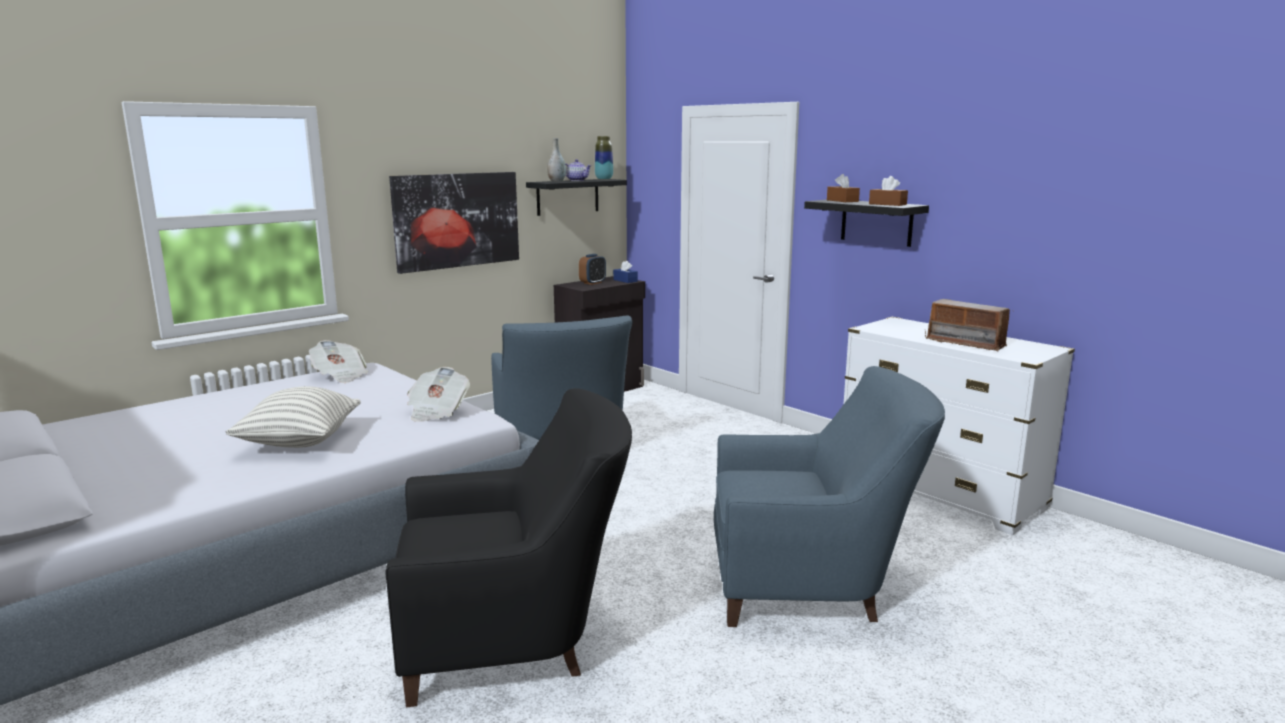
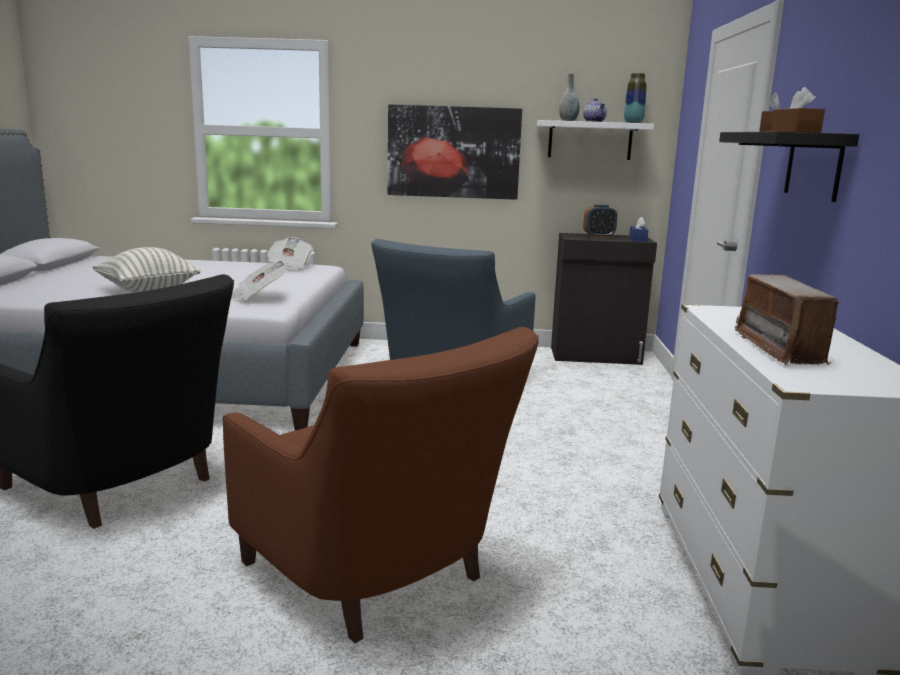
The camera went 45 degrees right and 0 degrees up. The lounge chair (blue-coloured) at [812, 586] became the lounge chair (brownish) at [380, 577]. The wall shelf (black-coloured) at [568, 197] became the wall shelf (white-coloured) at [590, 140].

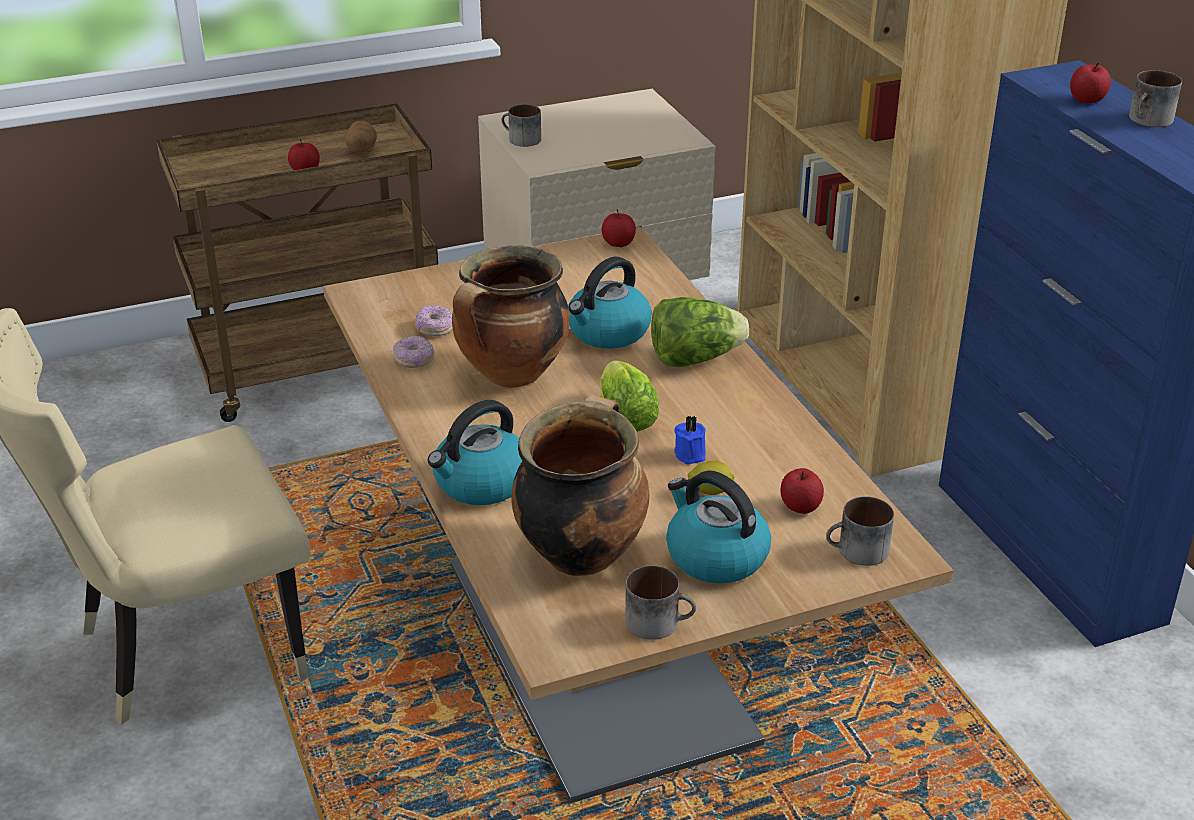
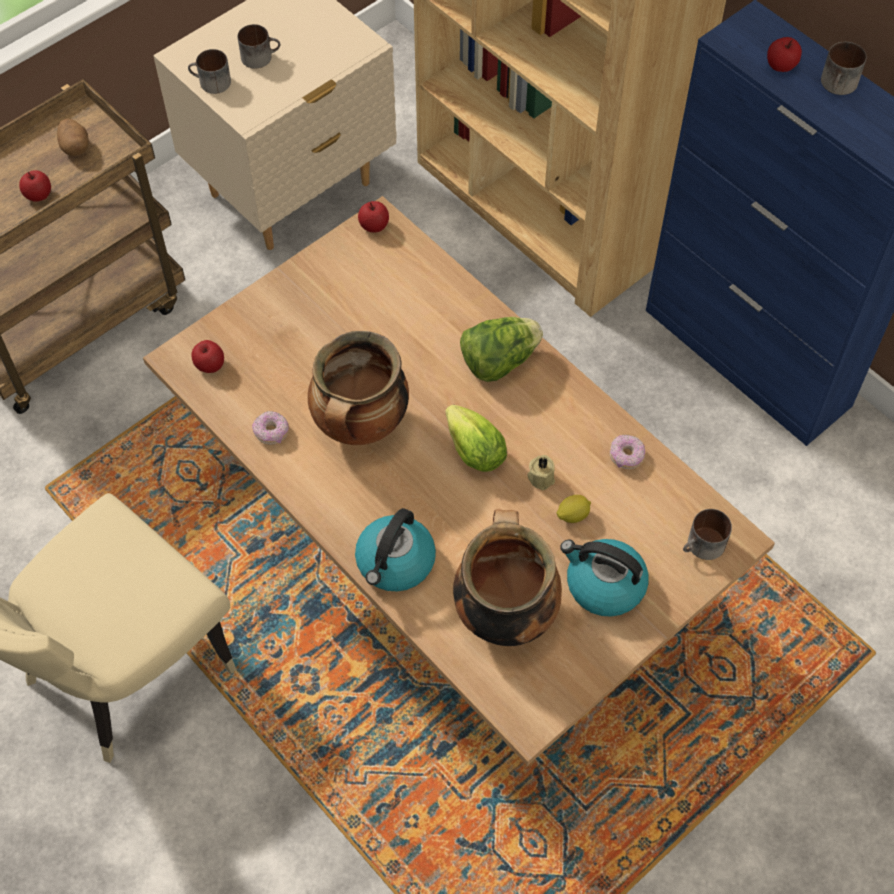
The camera went 20 degrees left and 25 degrees up. The apple fruit moved from [800, 507] to [210, 365]. The coffee mug moved from [659, 622] to [260, 56]. The wax candle (blue-coloured) at [691, 454] became the wax candle (beige-coloured) at [541, 477]. The ring doughnut moved from [434, 329] to [626, 456]. The kettle at [608, 332] disappeared.

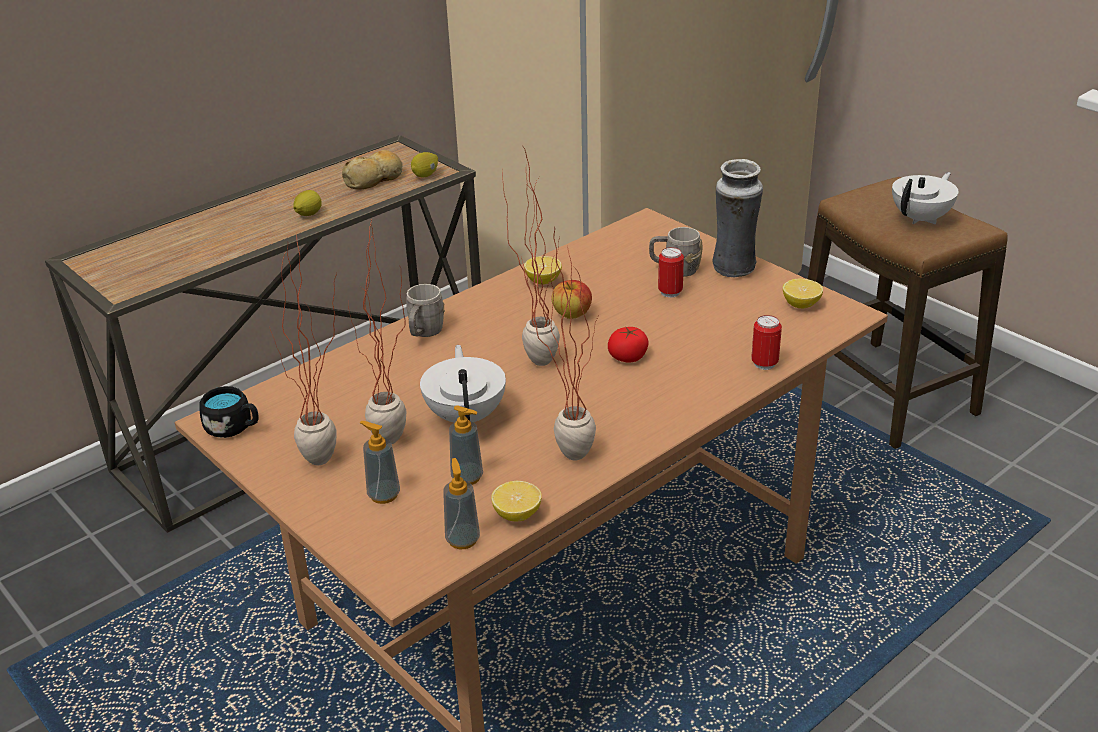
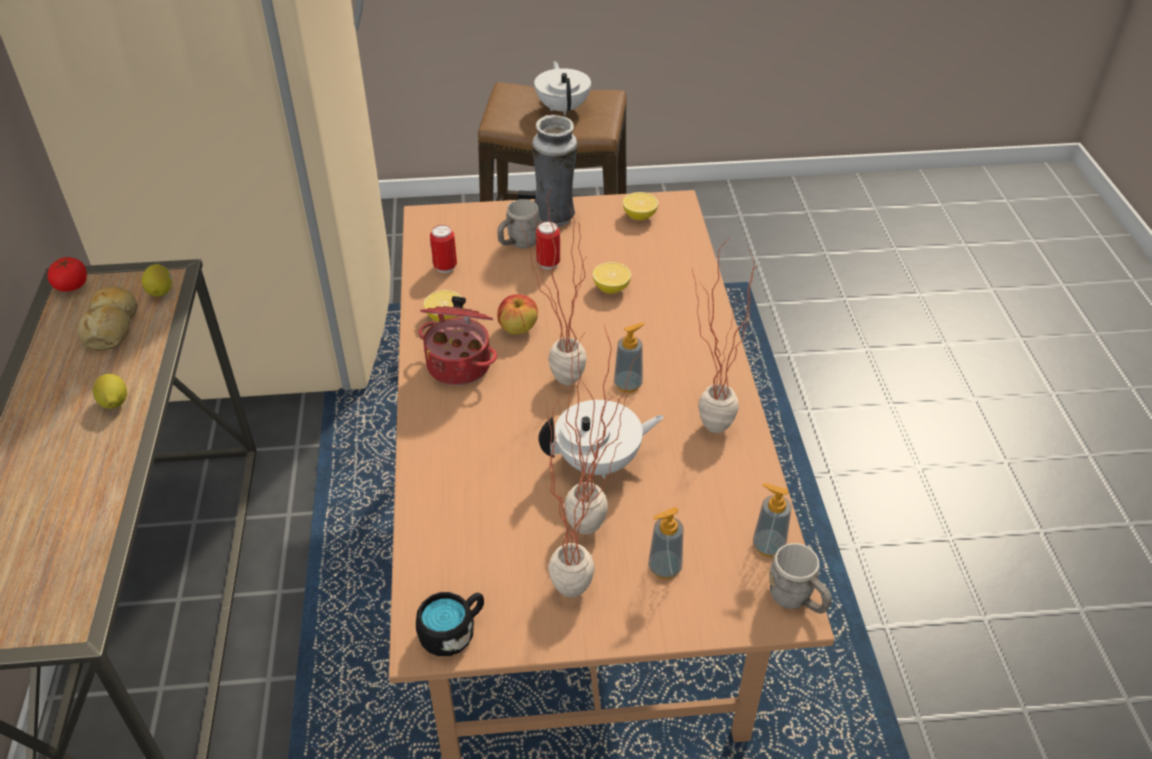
The camera went 55 degrees left and 10 degrees up. The tomato moved from [628, 356] to [72, 285]. The stockpot at [460, 364] appeared. The sealed can moved from [764, 364] to [445, 267]. The pot for tea (white-coloured) at [466, 416] turned 135 degrees clockwise. The lemon moved from [517, 514] to [611, 288]. The soap bottle moved from [467, 477] to [628, 384]. The coffee mug (grey) moved from [424, 333] to [796, 600].

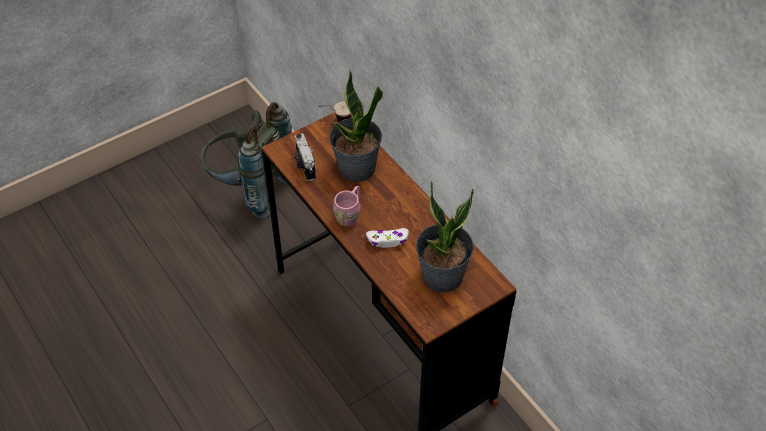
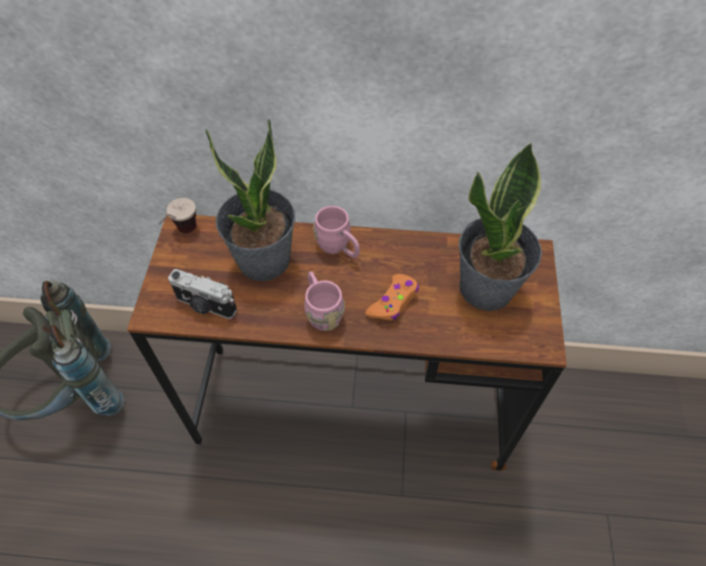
The camera went 50 degrees left and 5 degrees up. The coffee mug (pink-coloured) at [338, 248] appeared. The game controller (white-coloured) at [388, 240] became the game controller (orange-coloured) at [393, 302].

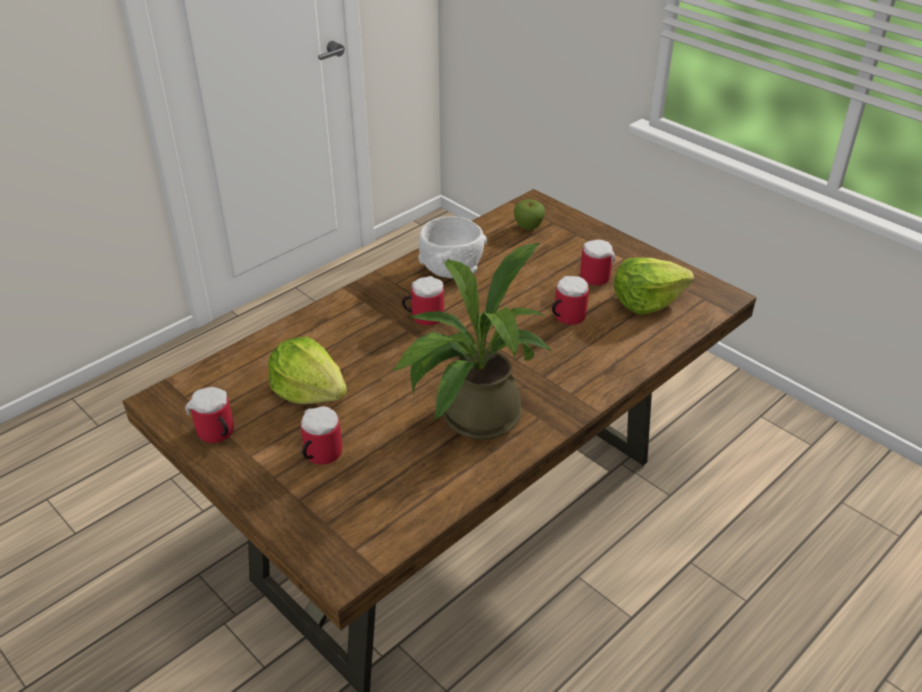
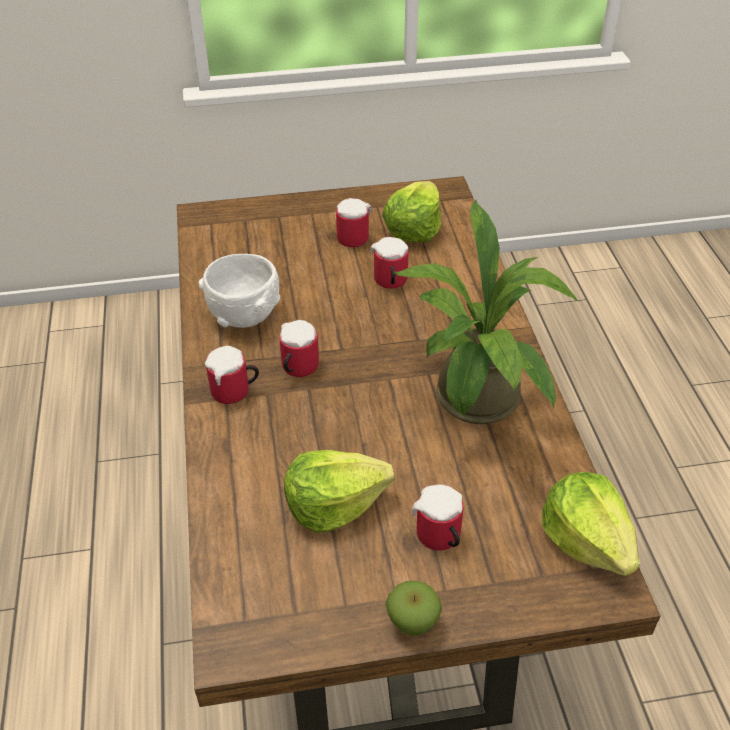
The camera went 55 degrees left and 5 degrees up. The coffee mug moved from [217, 435] to [235, 392]. The apple fruit moved from [528, 227] to [412, 623]. The head of lettuce at [587, 540] appeared.

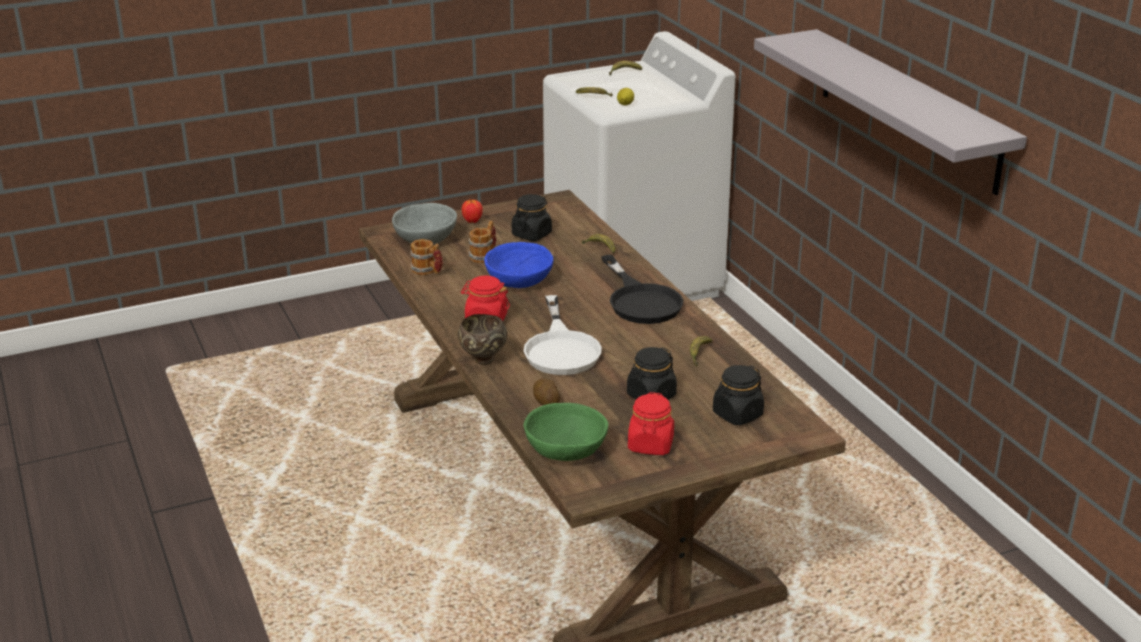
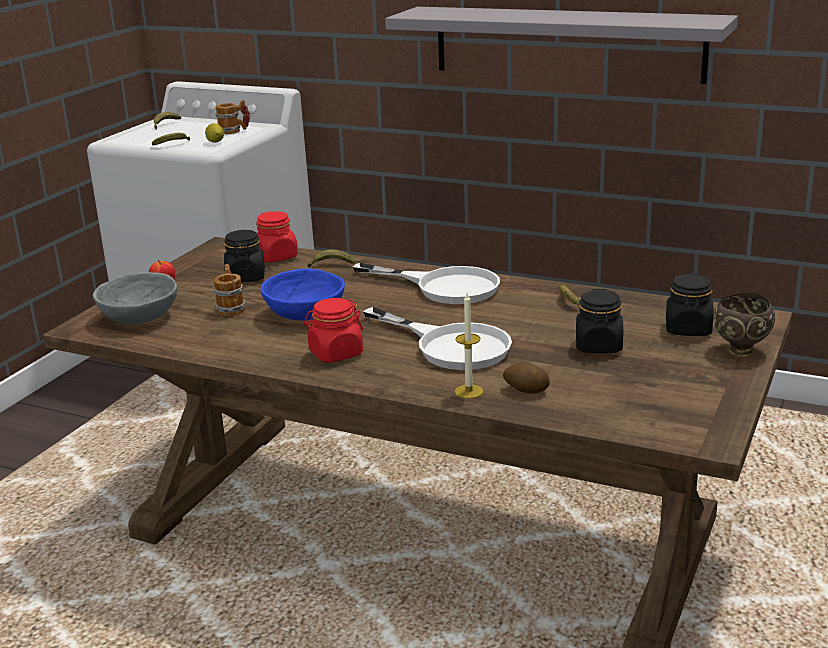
The camera went 40 degrees left and 5 degrees down. The coffee mug moved from [427, 271] to [234, 131]. The preserve jar (reddish) moved from [650, 445] to [276, 257]. The pan (black-coloured) at [640, 300] became the pan (white-coloured) at [444, 286]. The wax candle at [469, 391] appeared. The serving bowl (brownish) moved from [482, 360] to [740, 350]. The serving bowl (green-coloured) at [565, 450] disappeared.

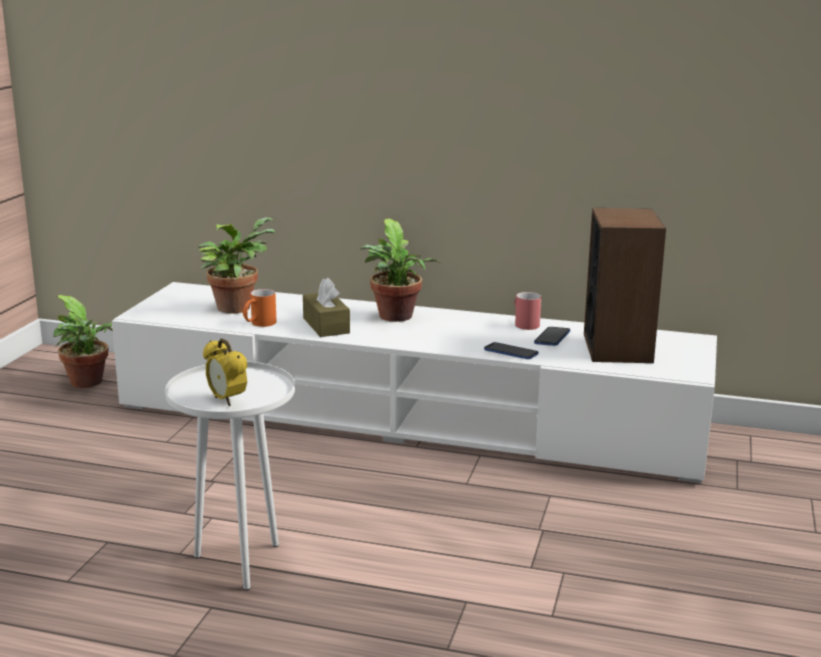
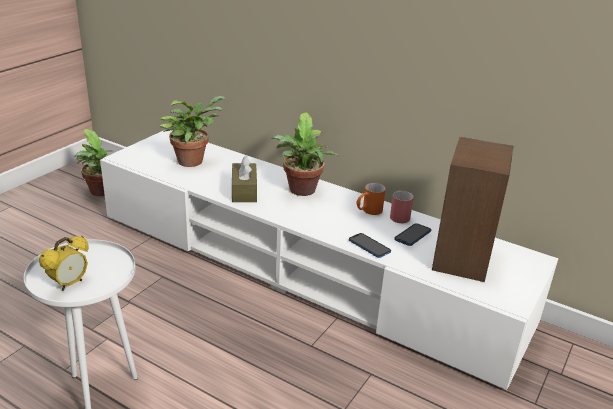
The camera went 15 degrees right and 10 degrees up. The table clock at [227, 400] turned 120 degrees counterclockwise. The coffee mug (orange-coloured) moved from [259, 324] to [368, 211].

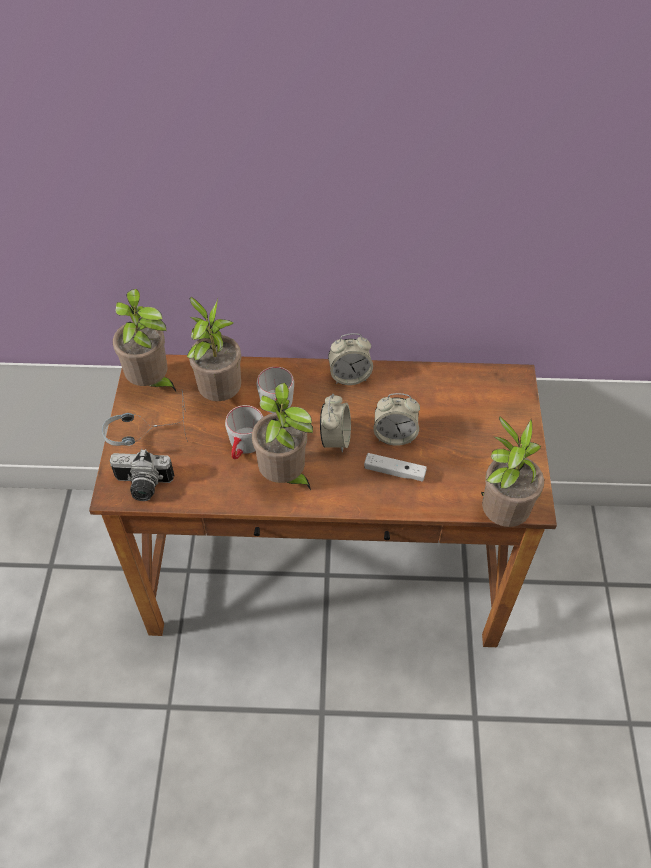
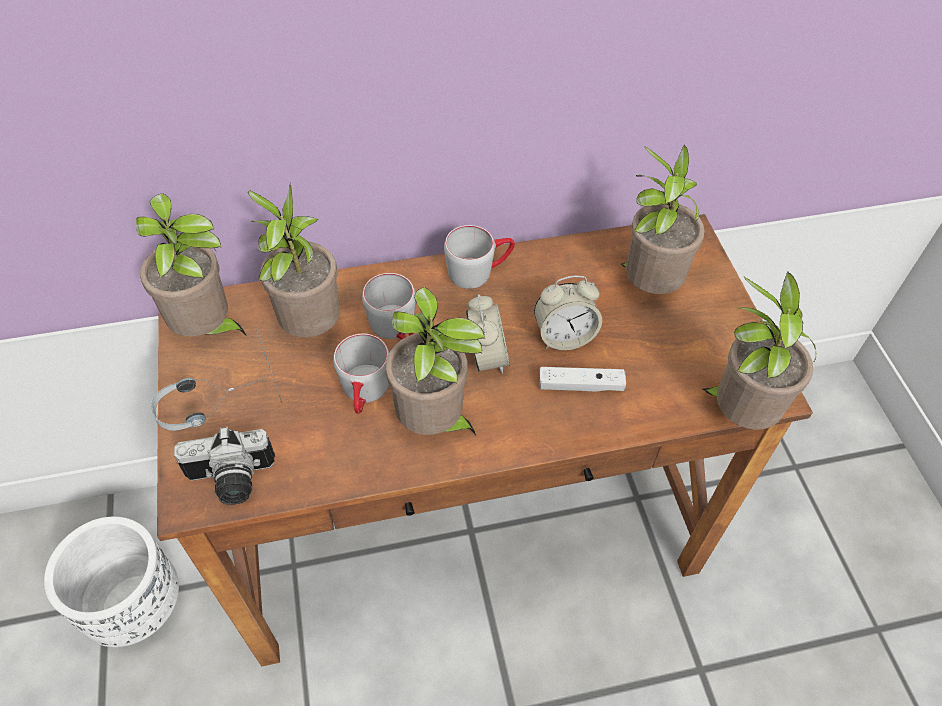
The camera went 15 degrees left and 0 degrees up. The planter (white-coloured) at [136, 605] appeared. The table clock at [349, 376] was replaced by the coffee mug (grey) at [479, 270]. The plant in a pot at [647, 286] appeared.

